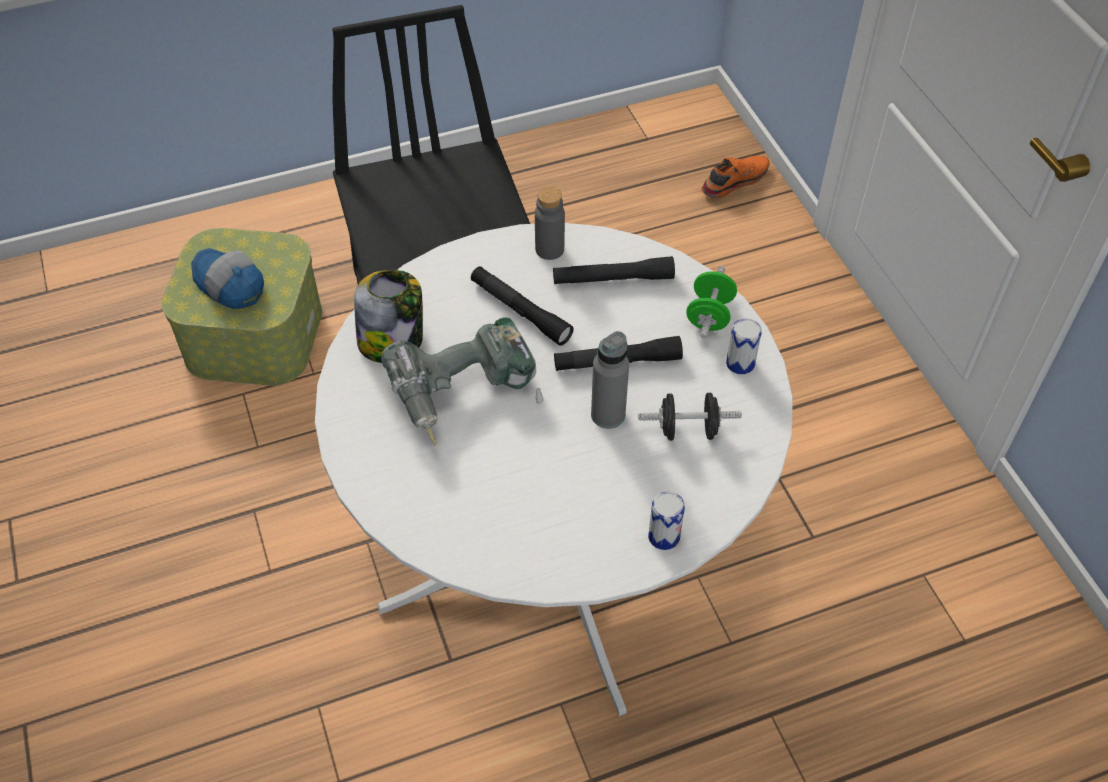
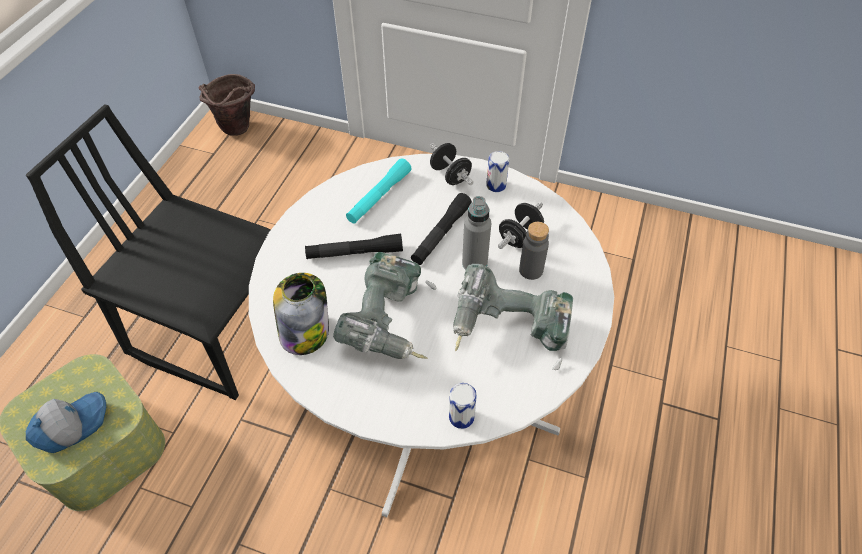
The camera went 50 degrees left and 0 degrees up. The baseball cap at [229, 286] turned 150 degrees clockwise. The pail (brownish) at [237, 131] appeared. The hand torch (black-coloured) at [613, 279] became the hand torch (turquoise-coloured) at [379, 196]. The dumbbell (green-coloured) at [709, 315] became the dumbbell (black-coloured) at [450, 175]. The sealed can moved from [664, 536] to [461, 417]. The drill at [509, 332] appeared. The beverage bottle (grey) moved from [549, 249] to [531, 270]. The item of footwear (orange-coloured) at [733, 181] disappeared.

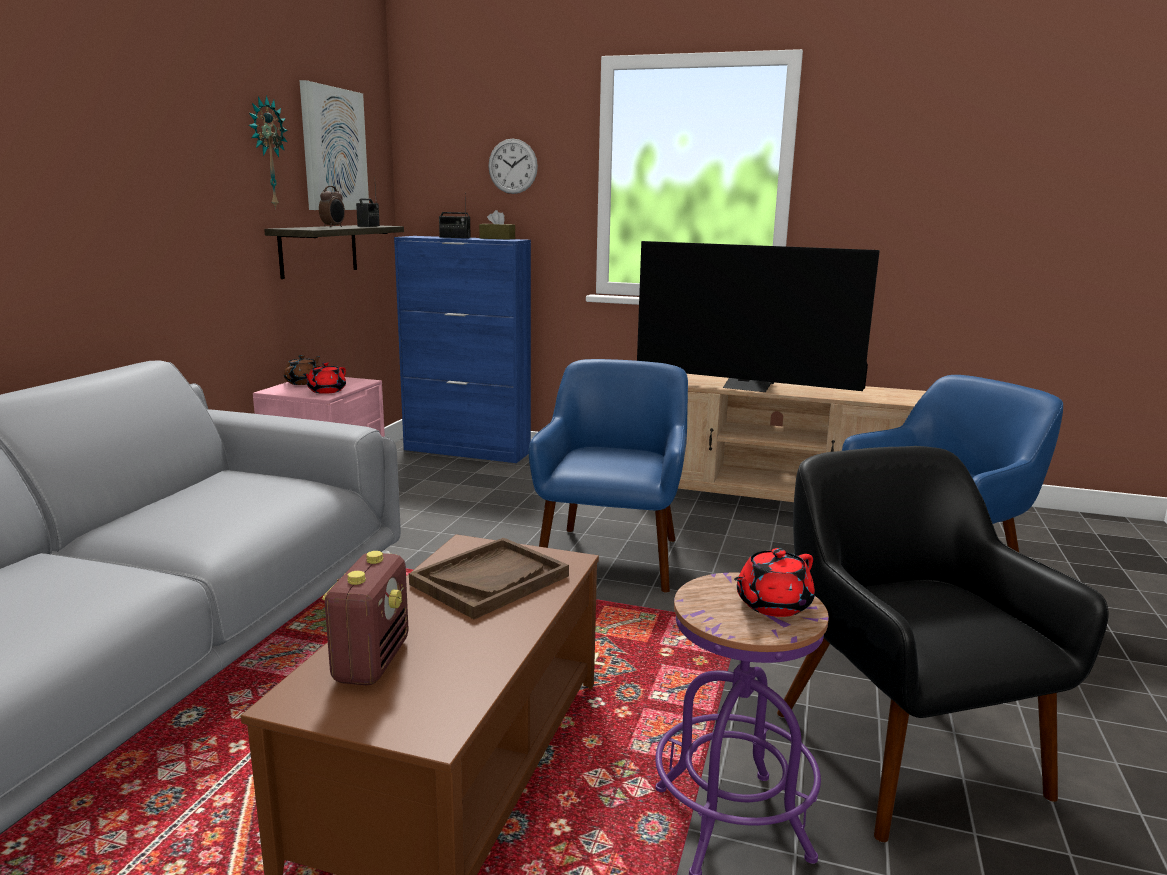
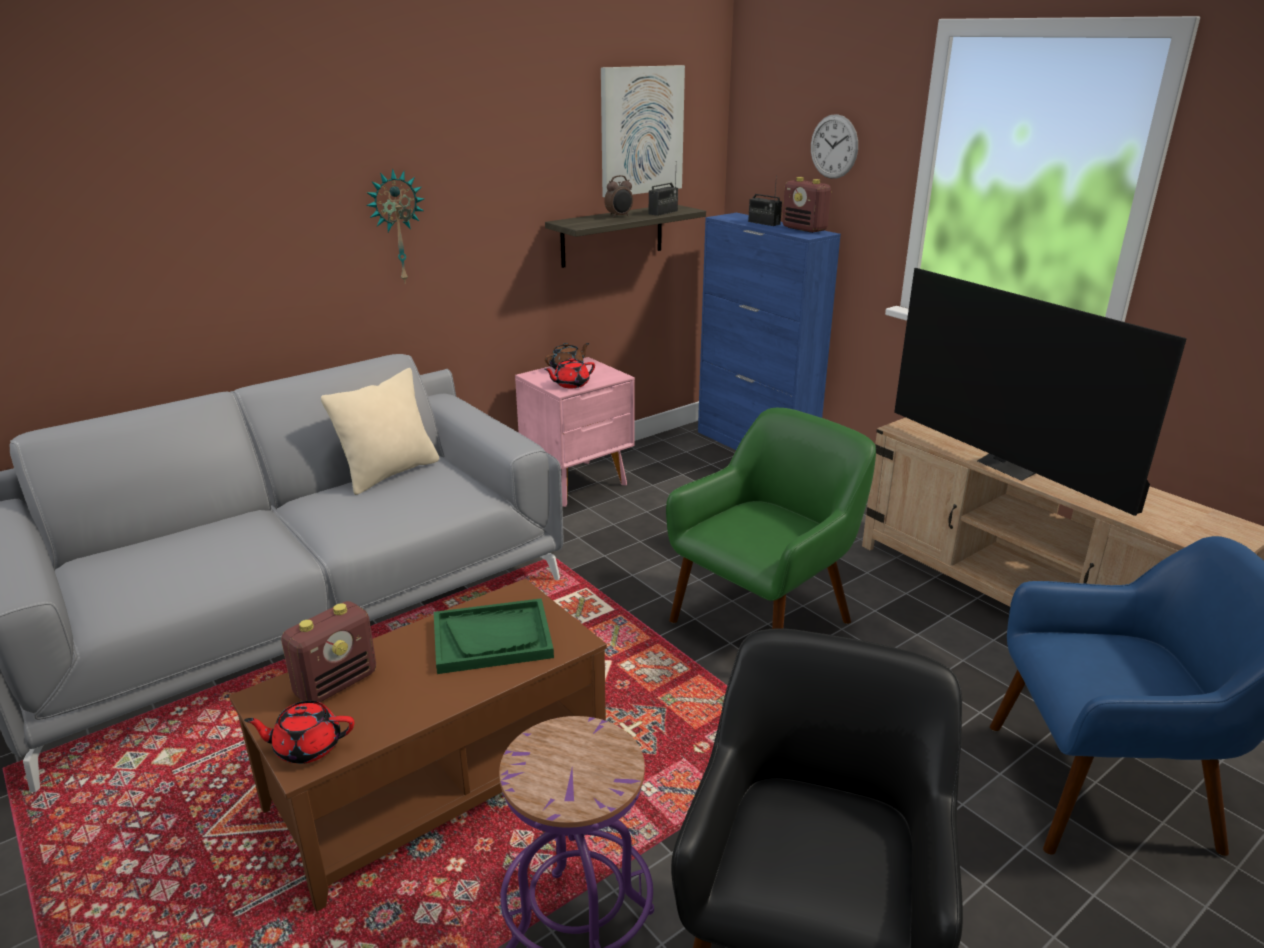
The camera went 35 degrees right and 10 degrees up. The pot for tea (reddish) moved from [772, 605] to [306, 747]. The pillow (beige-coloured) at [389, 473] appeared. The hanging clock moved from [267, 153] to [396, 227]. The carrying tray (brownish) at [490, 580] became the carrying tray (green-coloured) at [492, 638]. The lounge chair (blue-coloured) at [612, 558] became the lounge chair (green-coloured) at [764, 622]. The tissue box (brownish) at [497, 238] was replaced by the radio receiver at [804, 229].

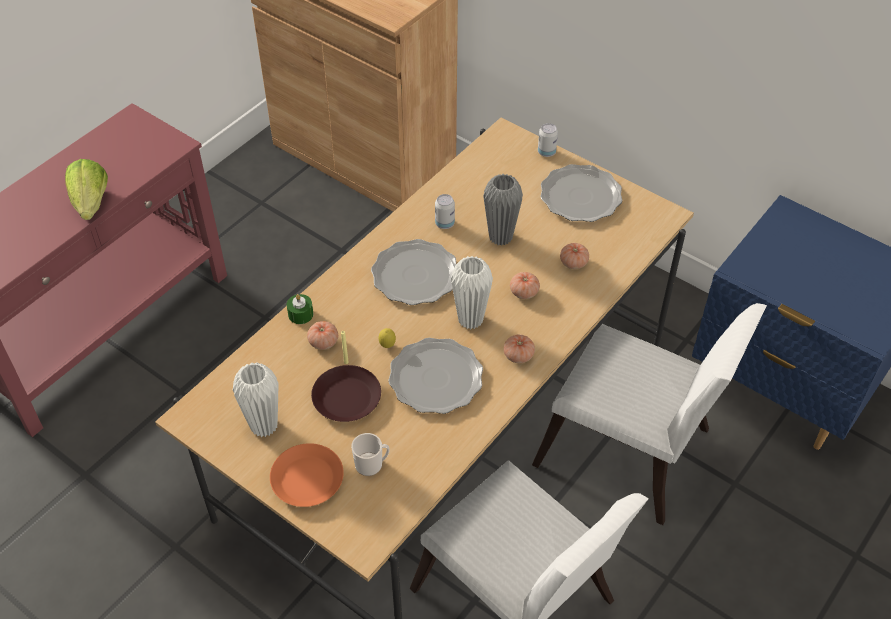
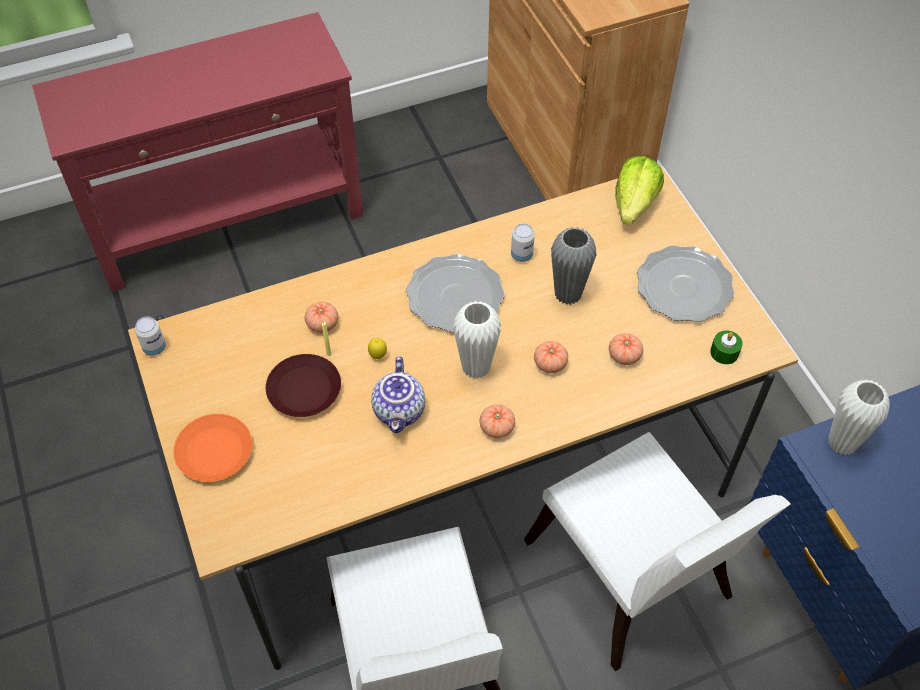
The camera went 30 degrees right and 5 degrees up. The sealed can moved from [546, 152] to [154, 348]. The plate at [436, 378] was replaced by the pot for tea at [400, 411]. The head of lettuce moved from [91, 203] to [634, 205]. The wax candle (green-coloured) moved from [300, 314] to [724, 352]. The decorative vase (white-coloured) moved from [264, 426] to [842, 443]. The coffee mug at [372, 464] disappeared.

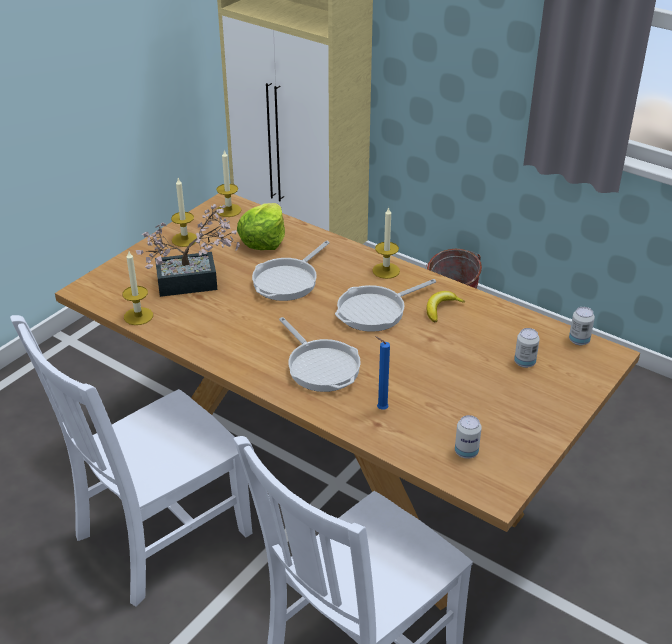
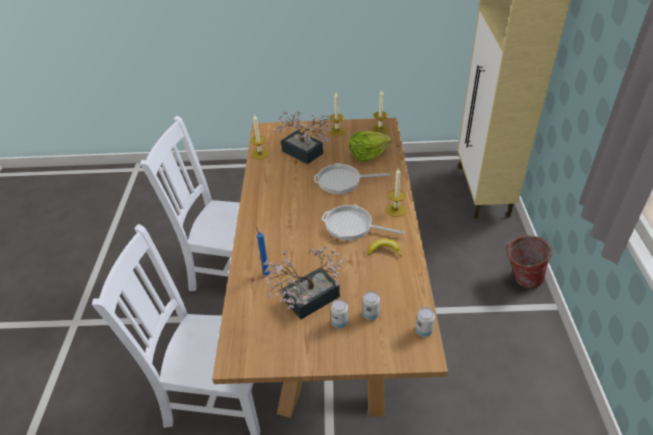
The camera went 55 degrees right and 5 degrees up. The plant in a pot at [305, 301] appeared. The sealed can moved from [466, 452] to [339, 323]. The pan at [321, 366] disappeared.

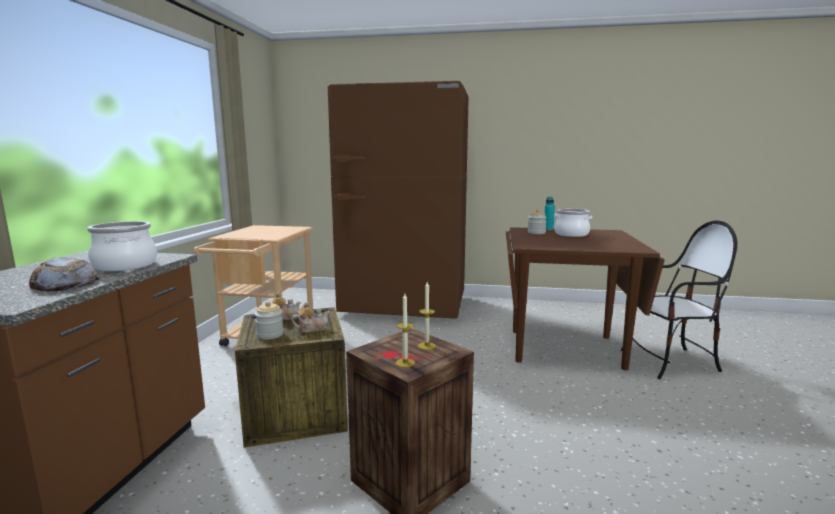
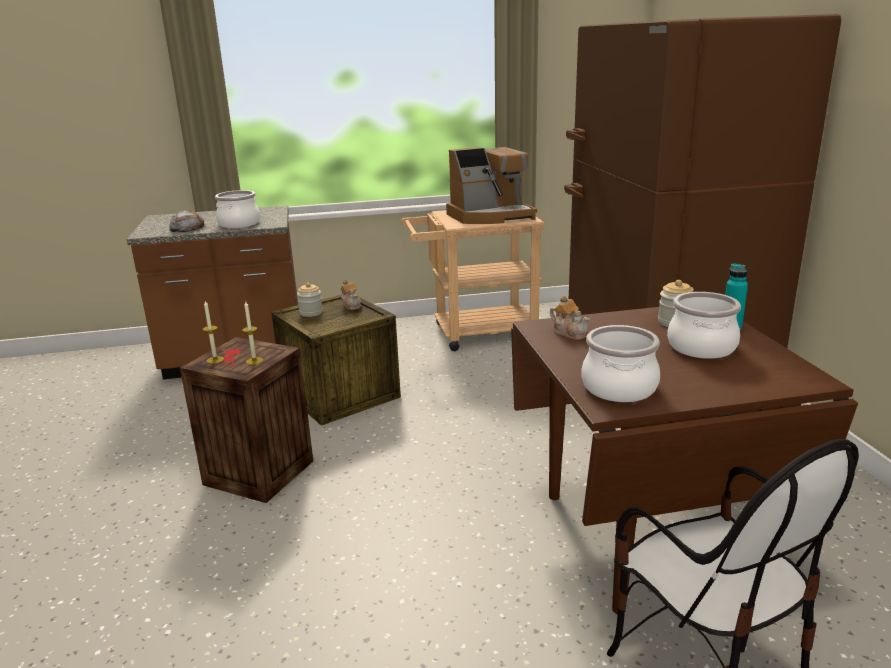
The camera went 70 degrees right and 10 degrees up. The coffee maker at [491, 216] appeared. The pot for tea moved from [311, 328] to [570, 333]. The stockpot at [618, 388] appeared.

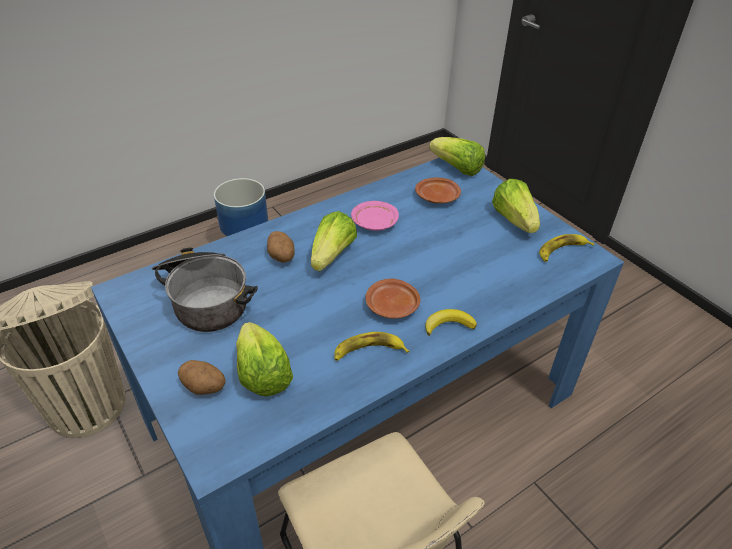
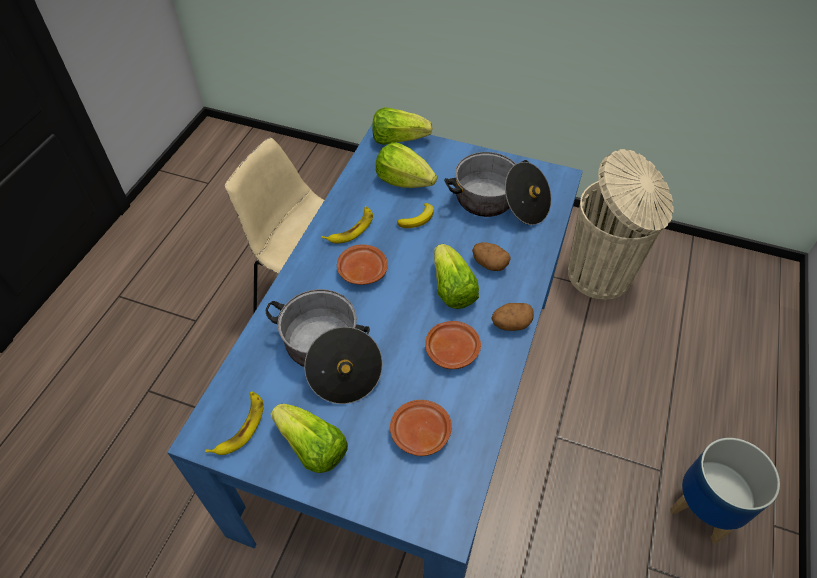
The camera went 145 degrees right and 10 degrees up. The stockpot at [329, 356] appeared. The head of lettuce moved from [457, 168] to [398, 139]. The banana fruit moved from [448, 325] to [418, 219]. The plate (pink-coloured) at [374, 223] became the plate (brownish) at [452, 349]. The potato moved from [205, 387] to [510, 324].

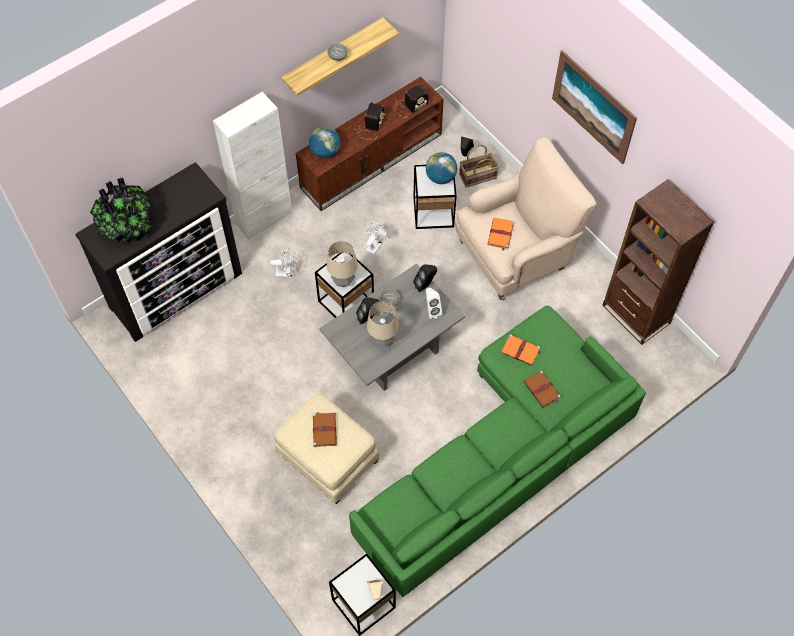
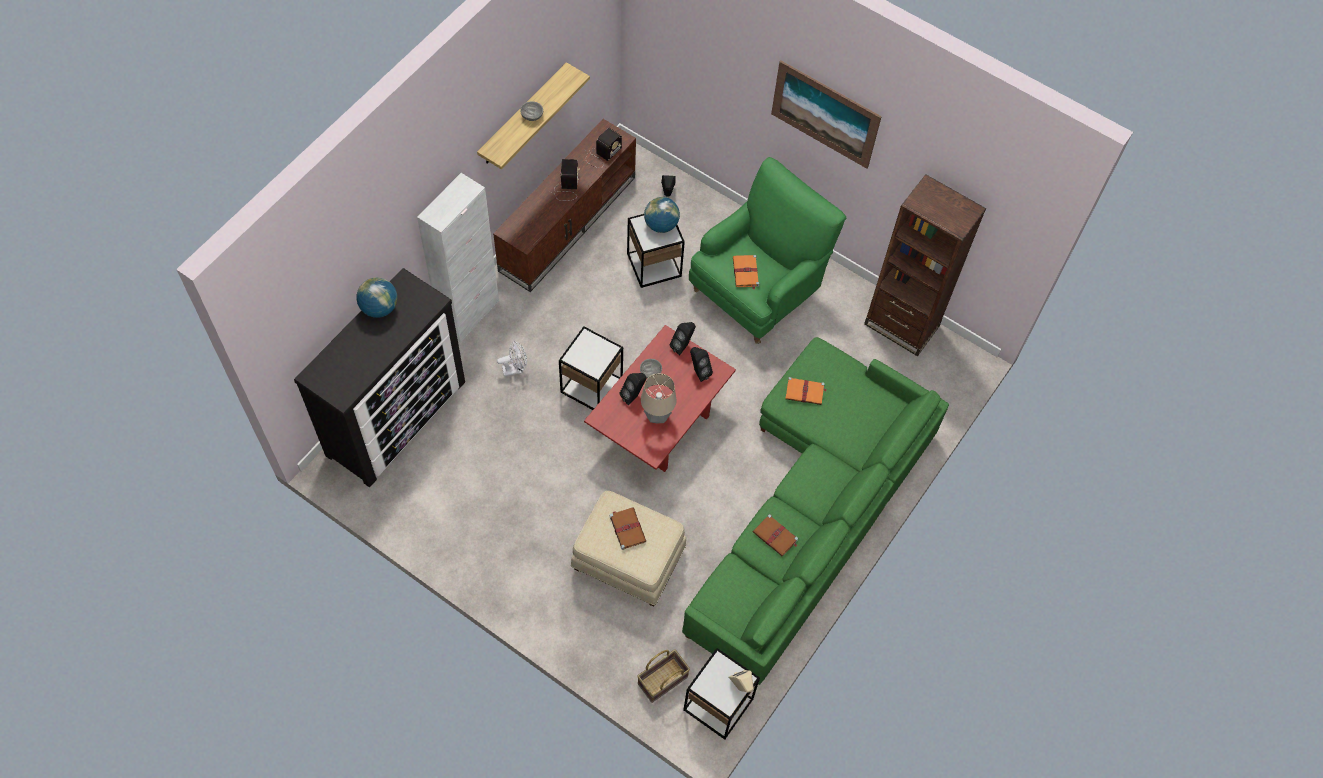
The camera went 20 degrees left and 0 degrees up. The world globe moved from [325, 151] to [379, 308]. The low table (grey) at [392, 348] became the low table (reddish) at [658, 423]. The basket moved from [478, 176] to [663, 681]. The lounge chair (beige-coloured) at [516, 254] became the lounge chair (green-coloured) at [757, 290]. The audio speaker (white-coloured) at [431, 310] became the audio speaker (black-coloured) at [698, 372]. The volume (brownish) moved from [542, 390] to [775, 536]. The plant in a pot at [127, 227] disappeared. The tabletop lamp at [343, 281] disappeared. The fan (white-coloured) at [375, 245] disappeared.

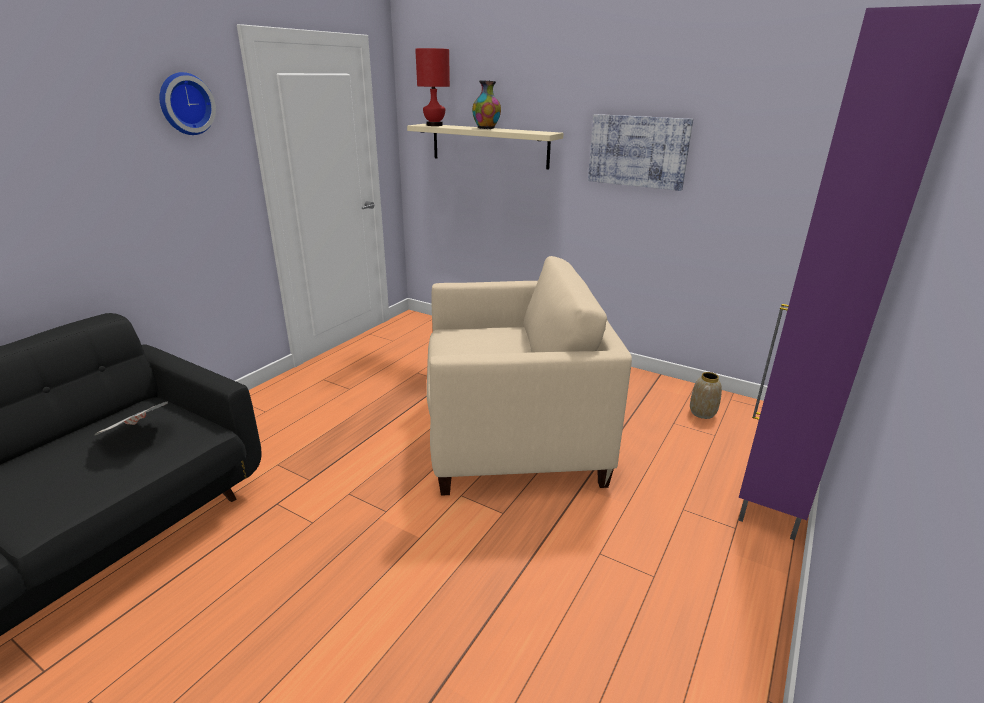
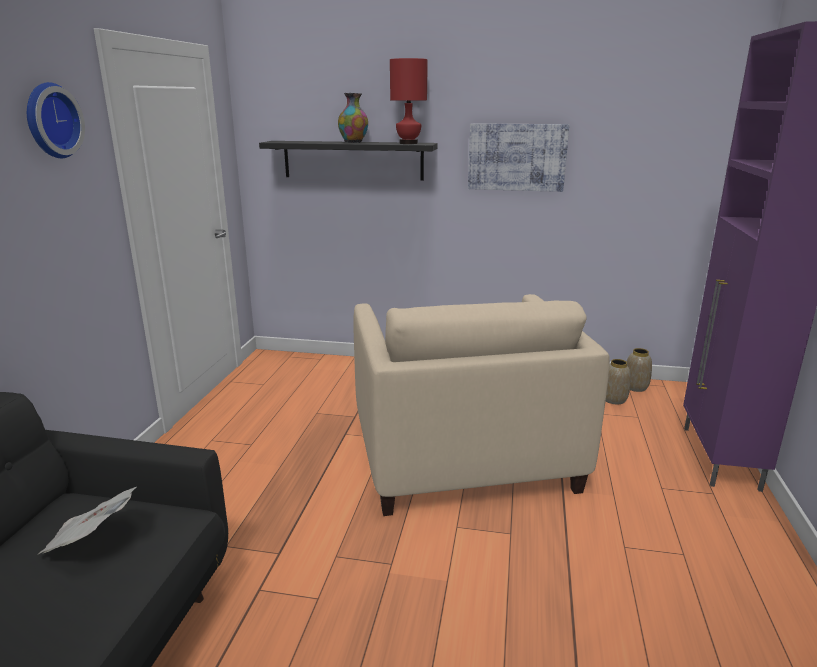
The camera went 20 degrees left and 5 degrees down. The wall shelf (beige-coloured) at [489, 145] became the wall shelf (black-coloured) at [353, 160]. The lounge chair (beige-coloured) at [512, 435] turned 105 degrees clockwise. The tabletop lamp (reddish) moved from [434, 125] to [409, 143]. The decorative vase at [635, 387] appeared.

